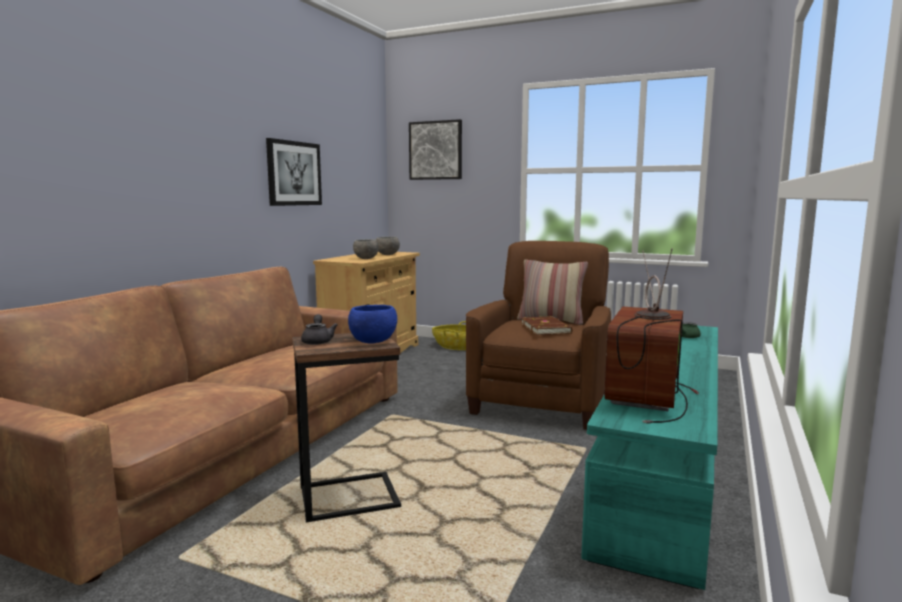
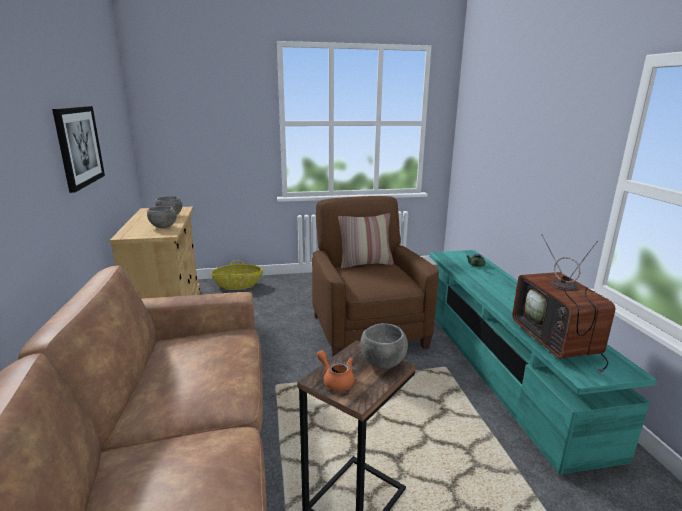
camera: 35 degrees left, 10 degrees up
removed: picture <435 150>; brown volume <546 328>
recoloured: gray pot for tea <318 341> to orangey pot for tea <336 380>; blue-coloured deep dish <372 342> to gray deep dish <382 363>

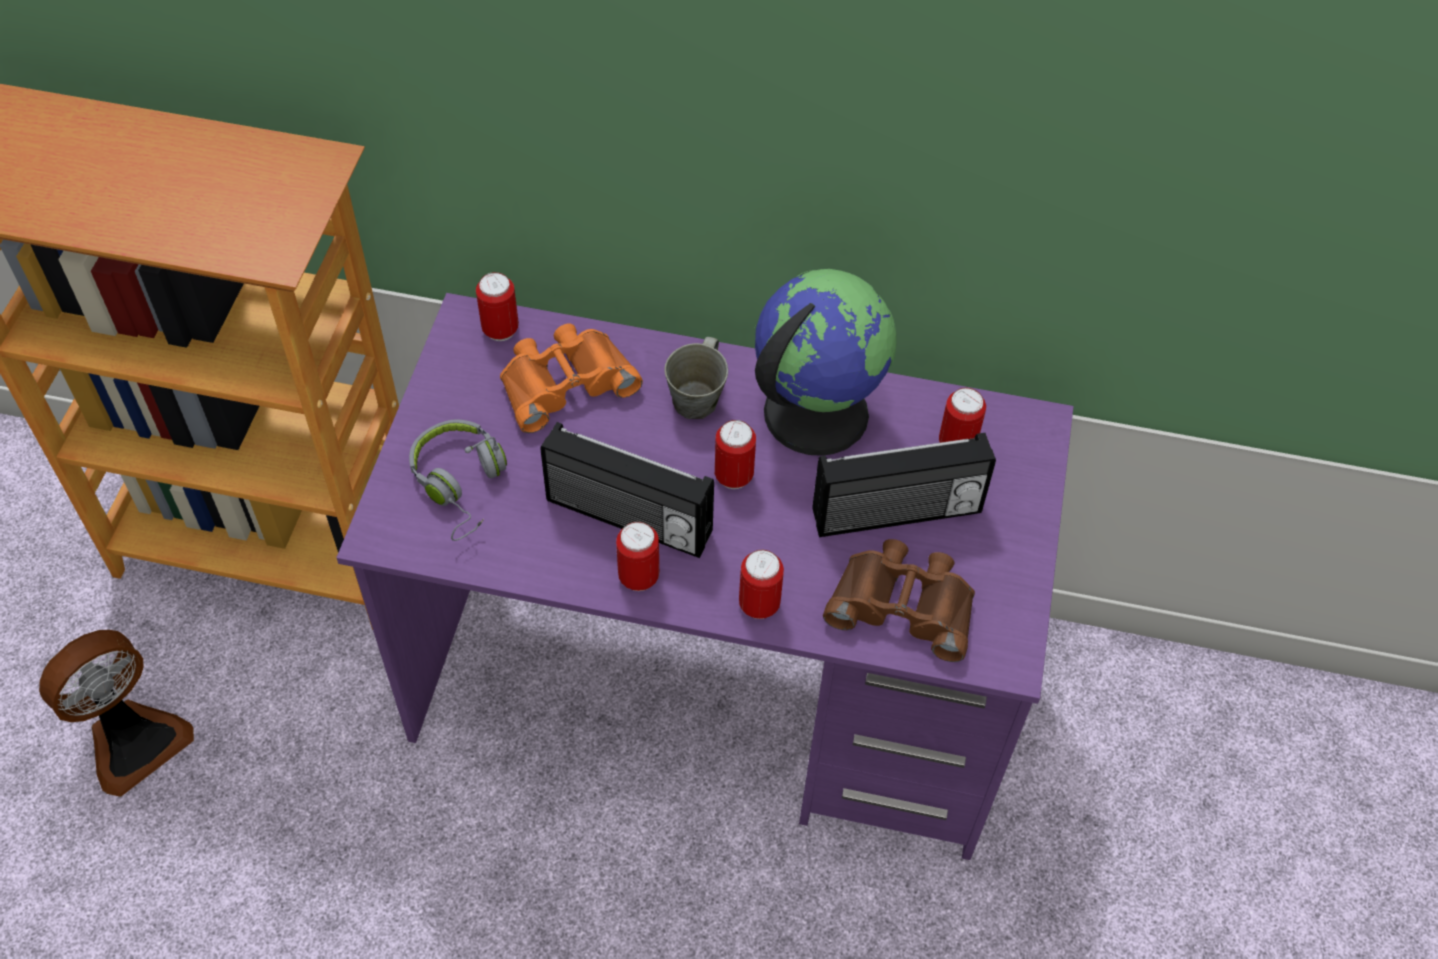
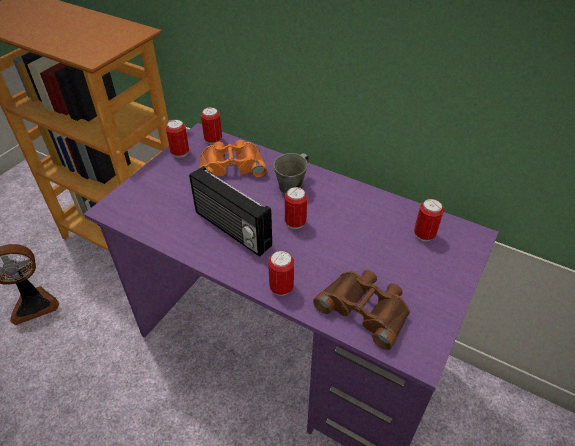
camera: 20 degrees right, 10 degrees down
removed: gray headset <462 484>; world globe <814 411>; radio <897 514>
moved: sealed can <638 577> to <180 153>

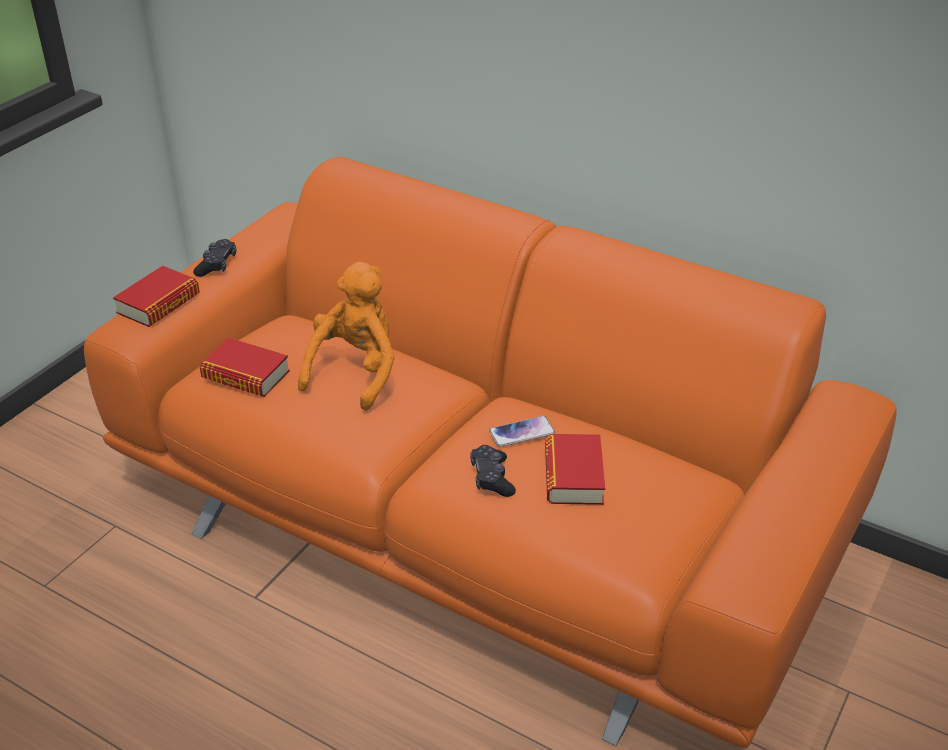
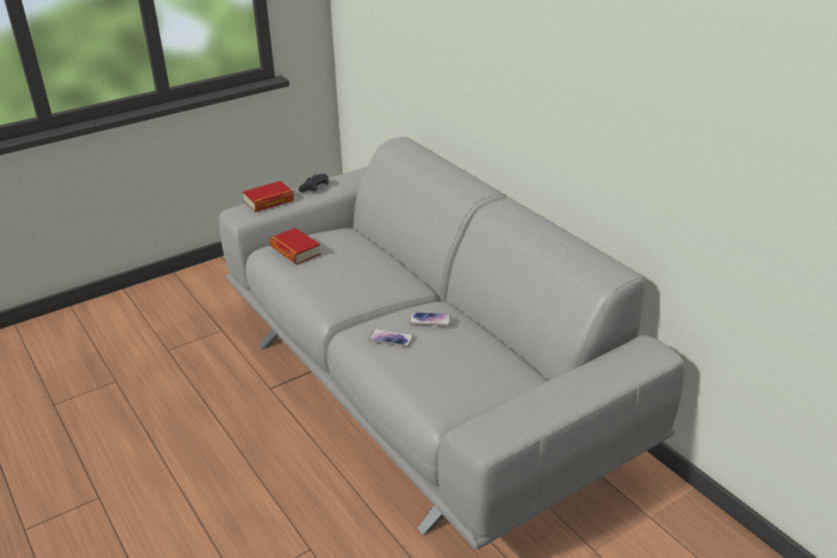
camera: 25 degrees right, 5 degrees down
removed: orangey cuddly toy <355 371>; volume <573 476>
replaced: black game controller <492 478> to handset <391 338>
recoloured: orangey settee <477 525> to gray settee <423 387>

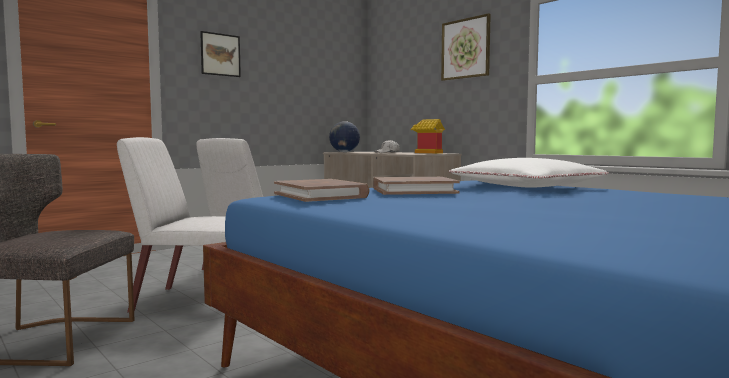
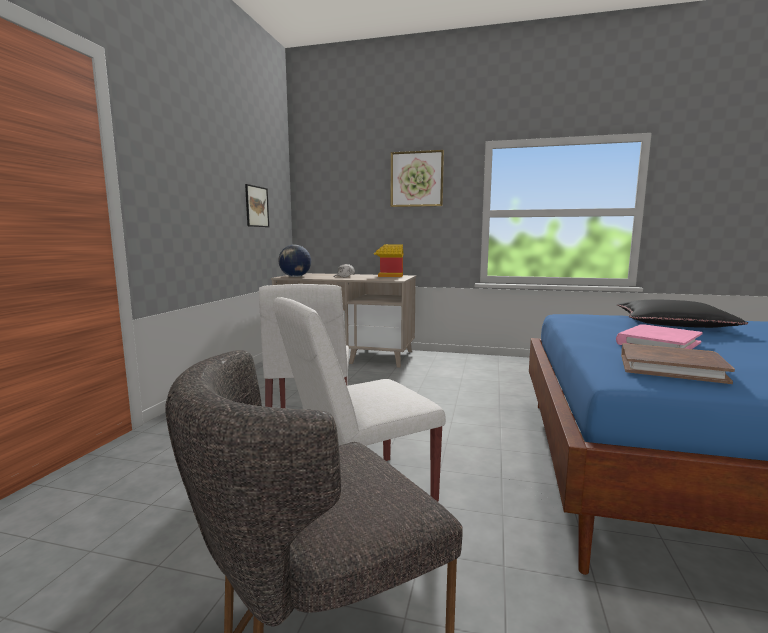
camera: 35 degrees left, 5 degrees up
moved: picture <220 54> to <257 206>
recoloured: brown volume <414 190> to pink-coloured volume <658 343>; whitish throw pillow <526 186> to black throw pillow <673 324>

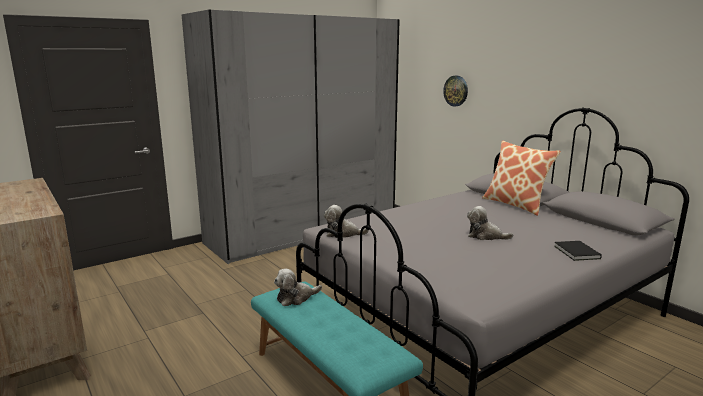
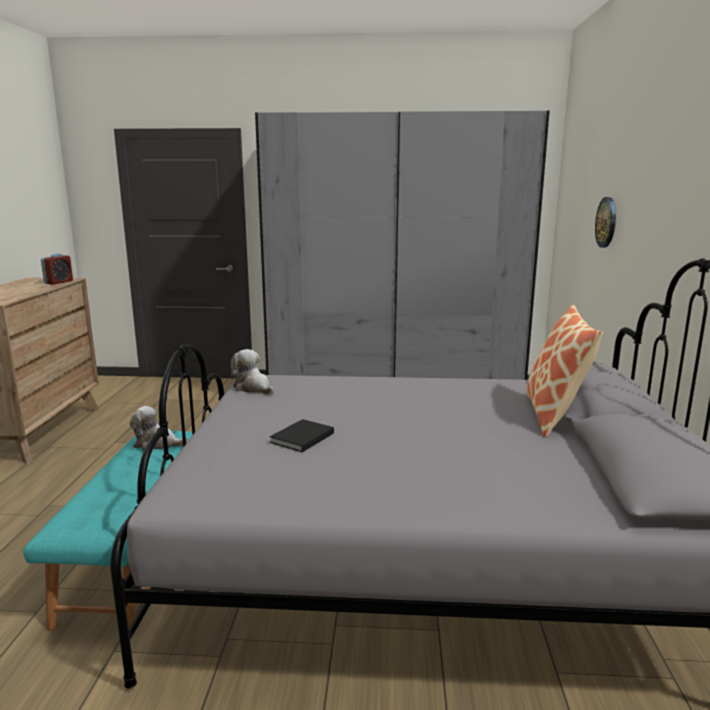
camera: 40 degrees right, 0 degrees up
removed: cuddly toy <485 236>
added: alarm clock <58 282>
moved: black volume <576 253> to <300 438>

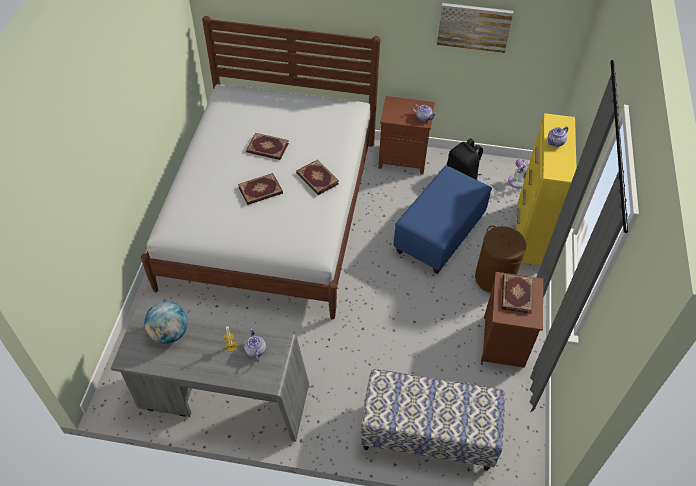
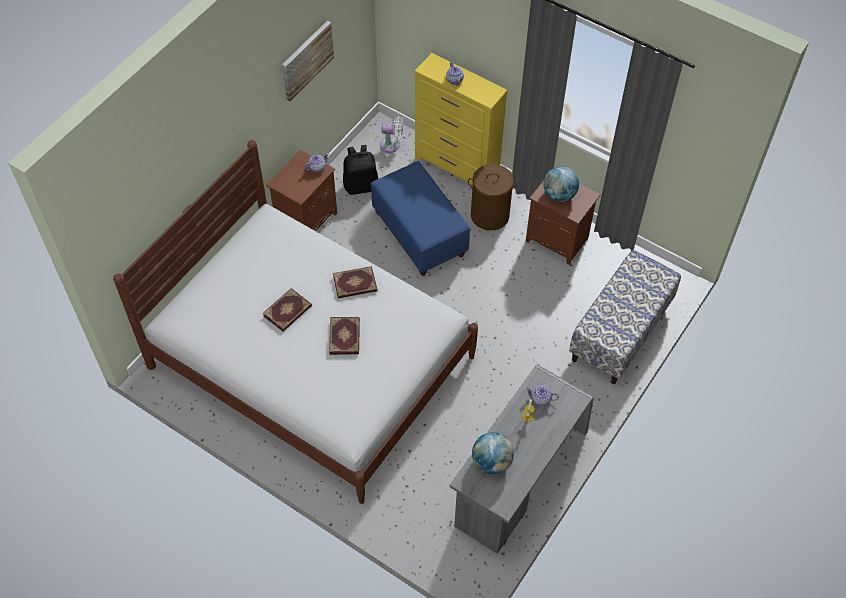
camera: 65 degrees left, 5 degrees up
replaced: volume <516 294> to world globe <559 195>

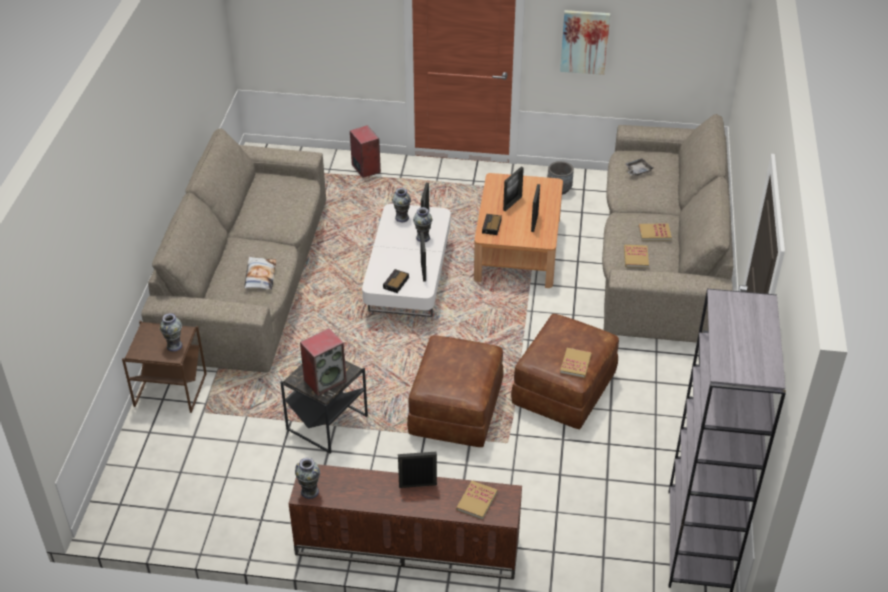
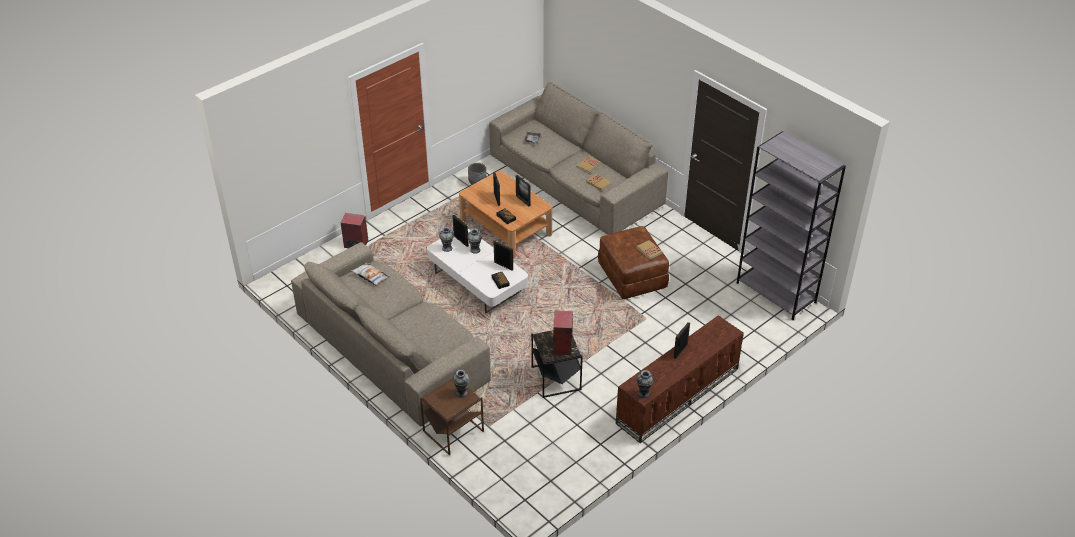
camera: 50 degrees left, 0 degrees up
removed: brown footrest <456 411>; volume <476 501>; picture <584 41>
moved: throw pillow <260 276> to <370 276>

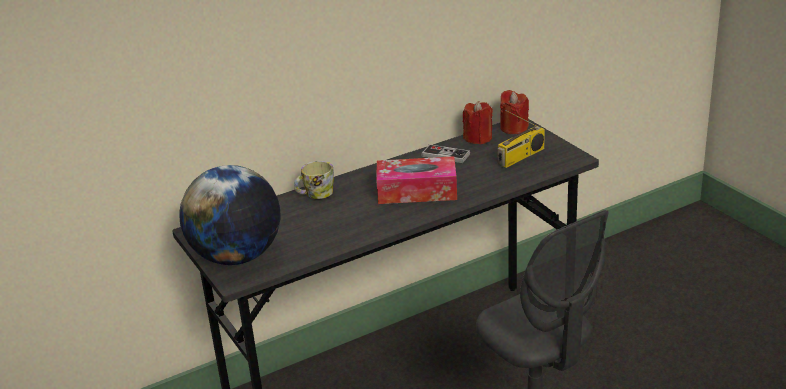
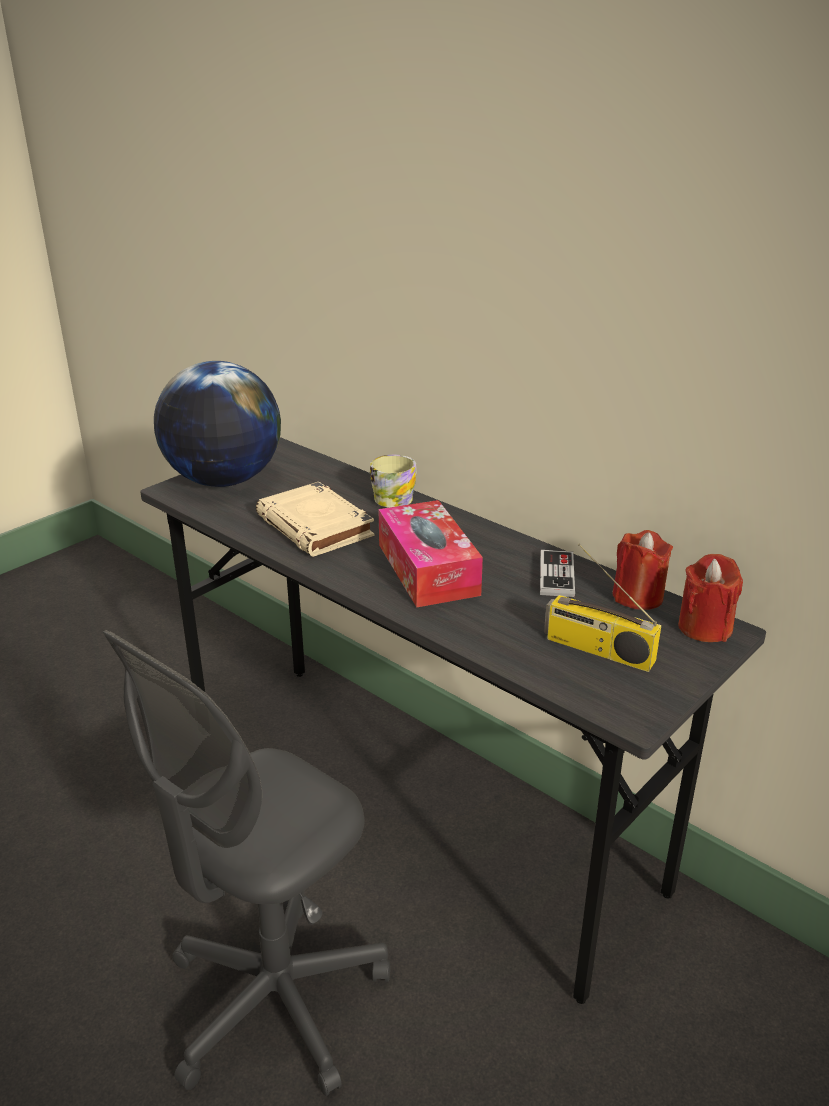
camera: 70 degrees right, 0 degrees up
added: beige volume <316 527>

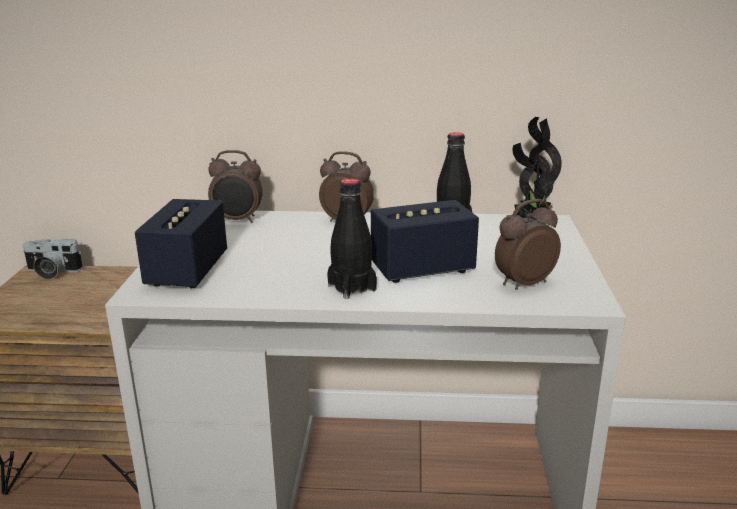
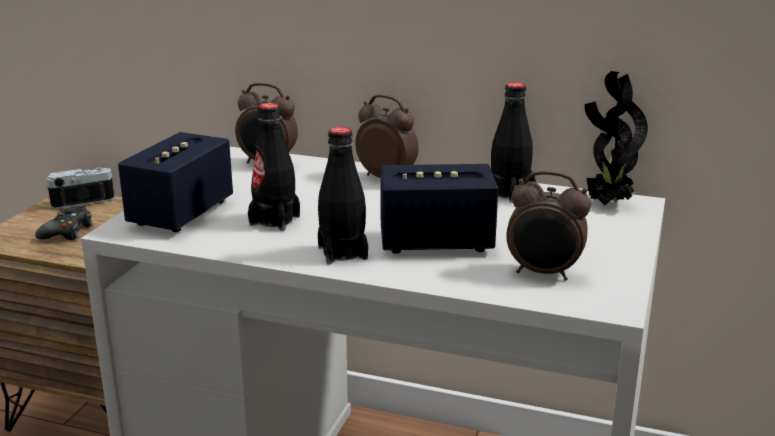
camera: 15 degrees right, 0 degrees up
added: black game controller <67 232>; black bottle <274 220>
turned: still camera <51 272> = <82 200> 135 degrees clockwise; alarm clock <523 283> = <544 273> 150 degrees counterclockwise

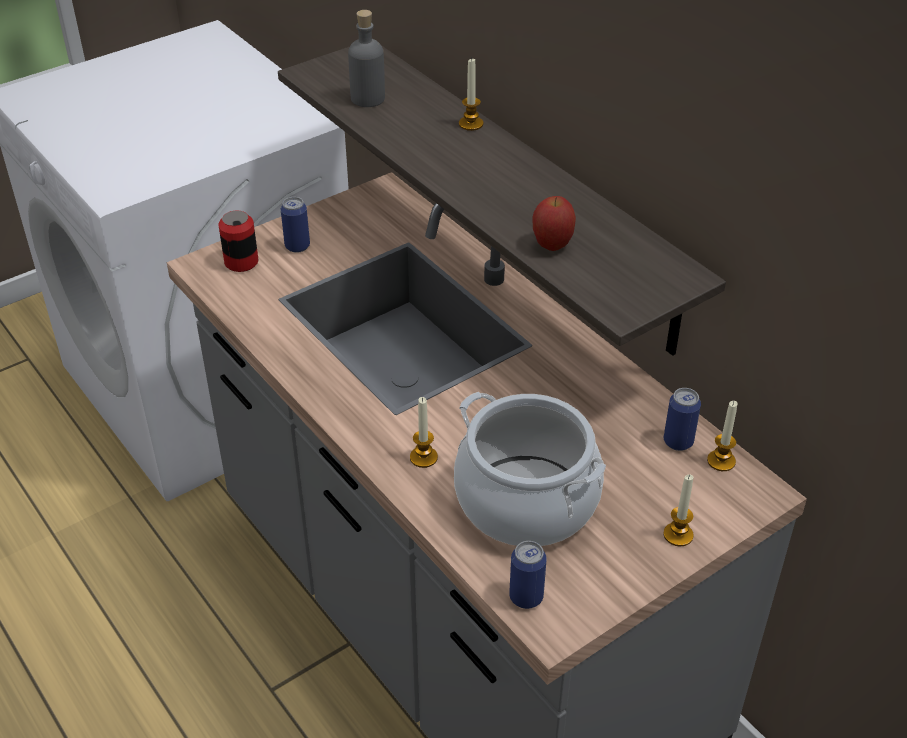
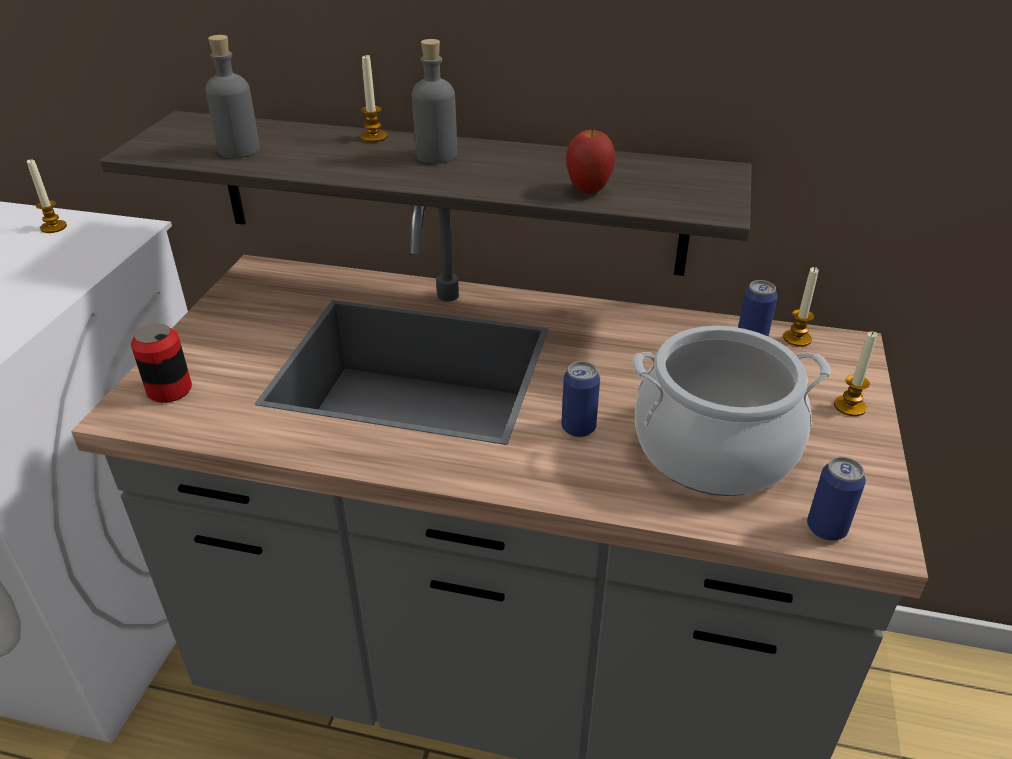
camera: 40 degrees left, 5 degrees down
added: gray bottle <436 155>
moved: sealed can <297 246> to <578 428>; candle <423 457> to <53 227>

